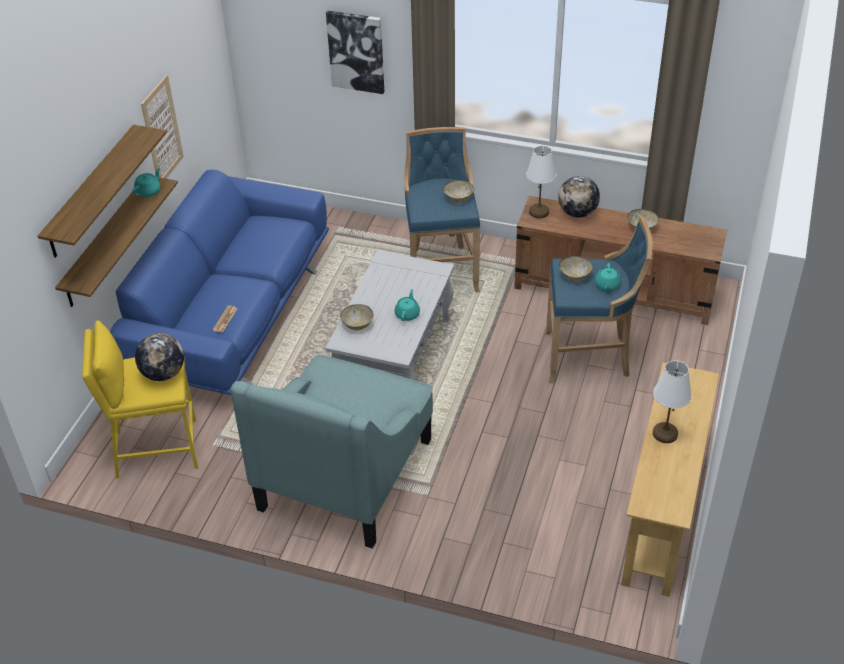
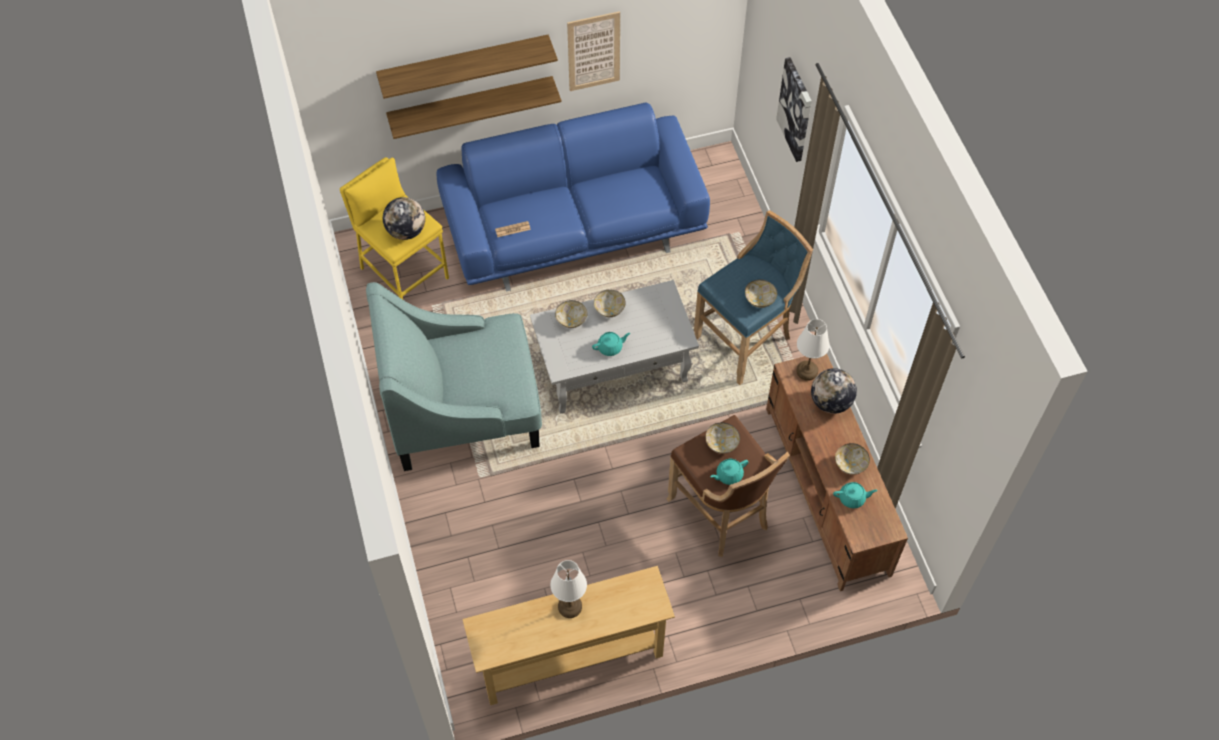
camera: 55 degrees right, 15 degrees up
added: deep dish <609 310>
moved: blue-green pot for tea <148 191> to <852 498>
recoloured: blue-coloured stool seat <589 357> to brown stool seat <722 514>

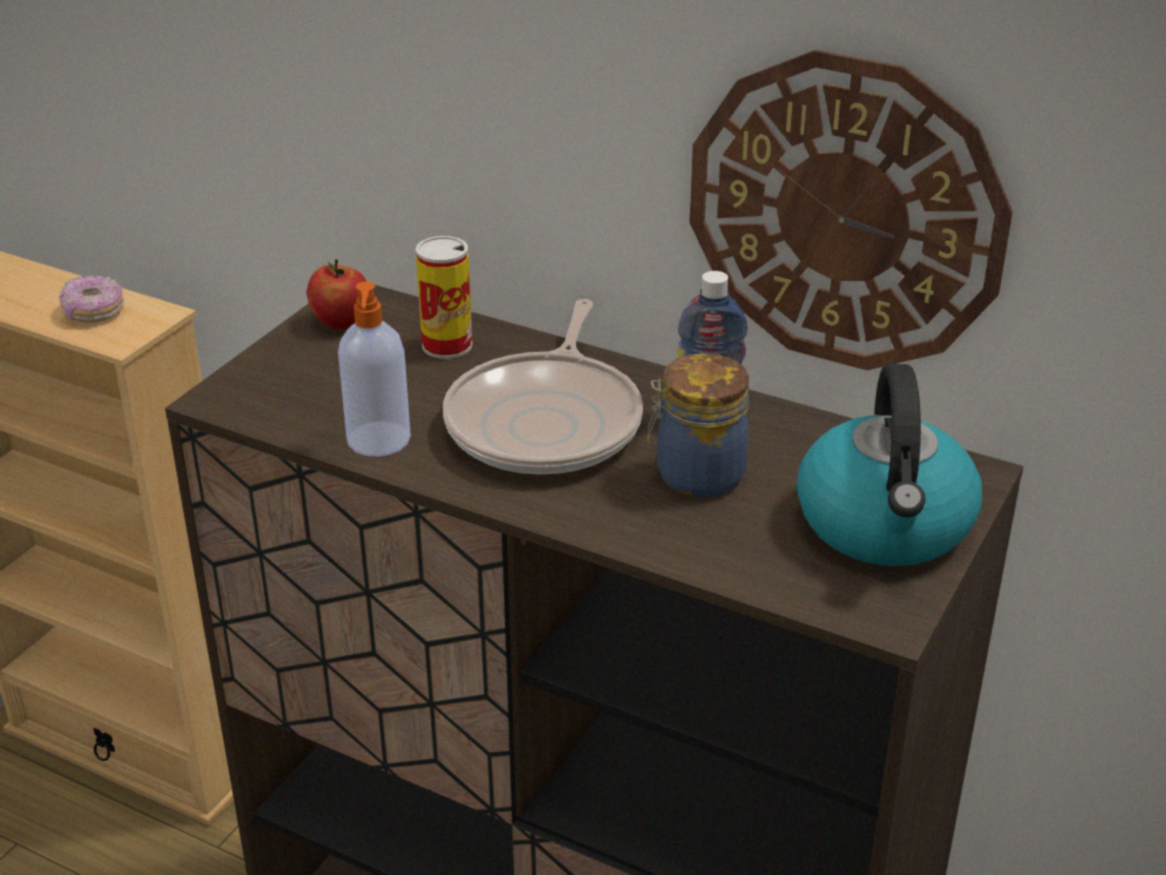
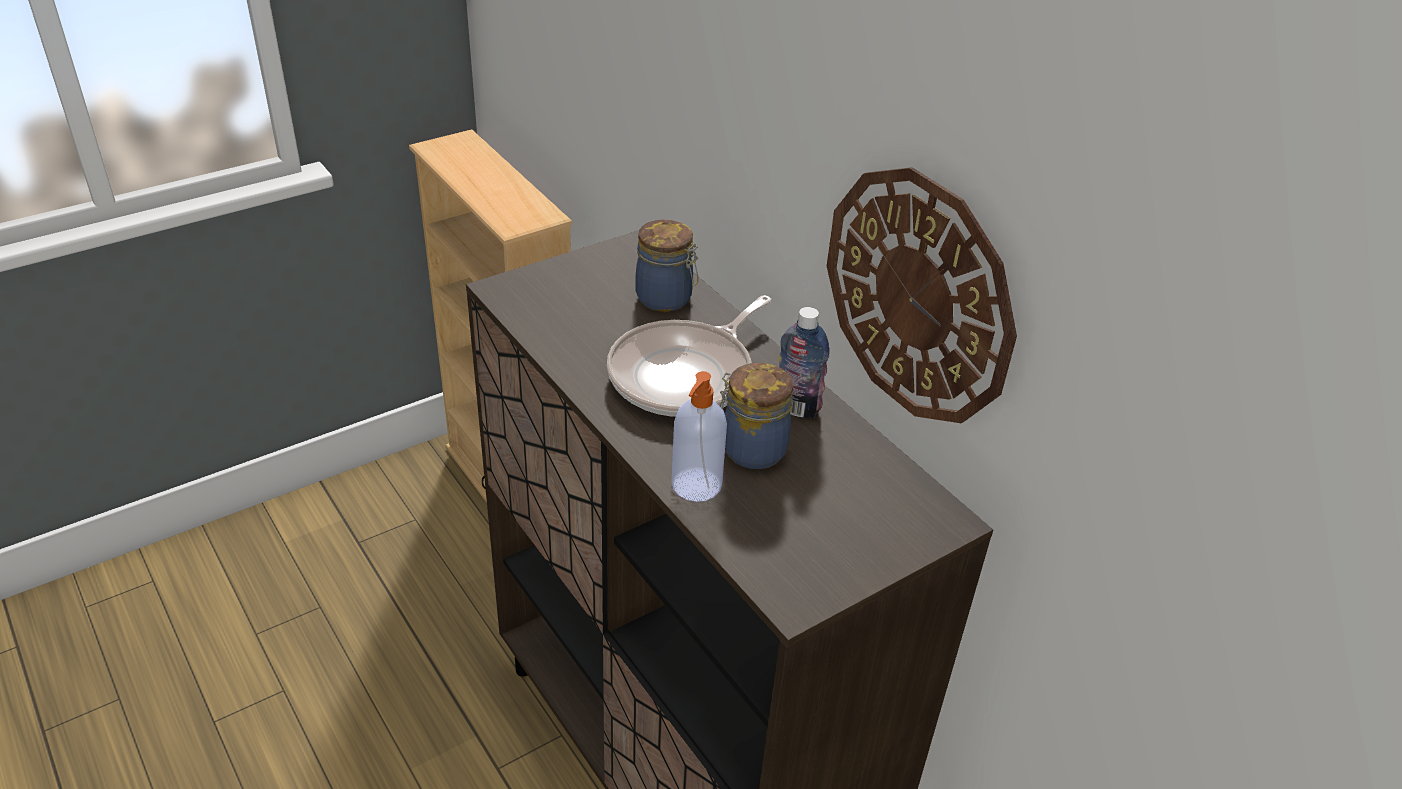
camera: 25 degrees right, 5 degrees up
removed: ring doughnut <93 312>; apple fruit <341 322>; water kettle <885 525>
moved: soap bottle <378 441> to <695 486>
replaced: sealed can <447 345> to storage jar <666 299>

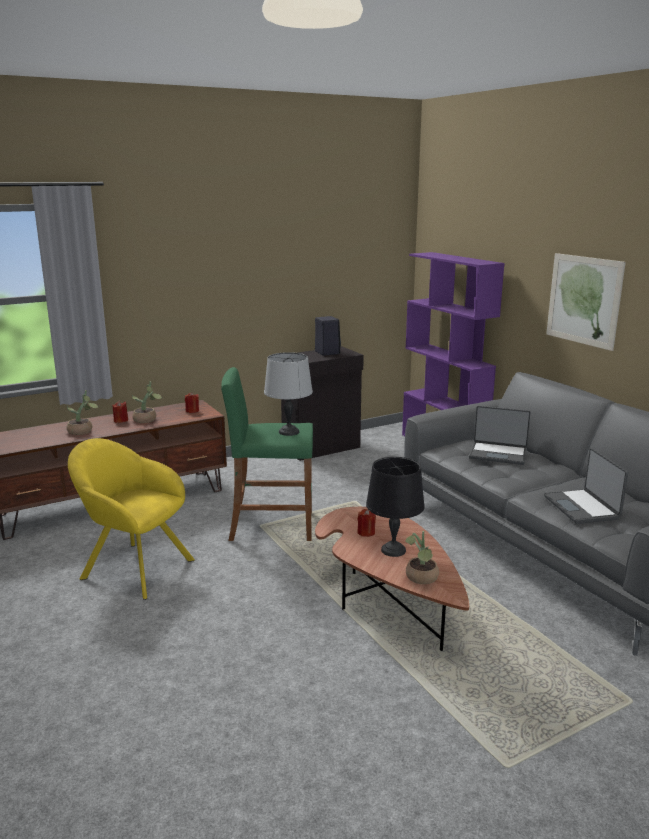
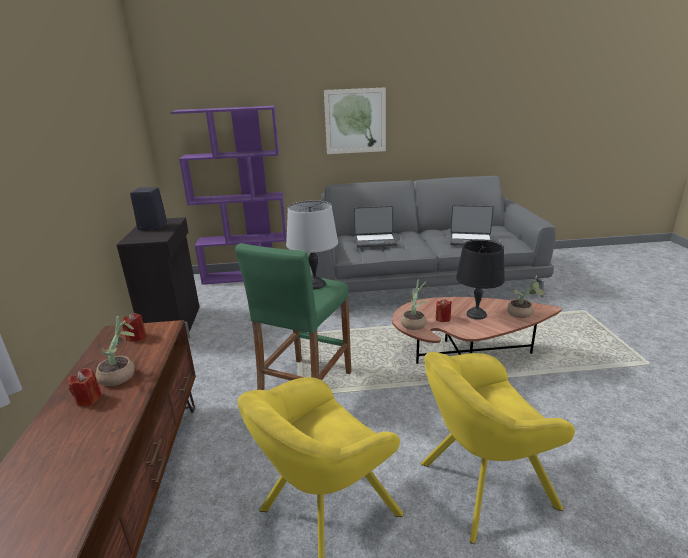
camera: 65 degrees left, 5 degrees up
added: yellow easy chair <480 486>
moved: houseplant <83 431> to <414 323>
turned: portable computer <498 454> = <375 241> 45 degrees clockwise

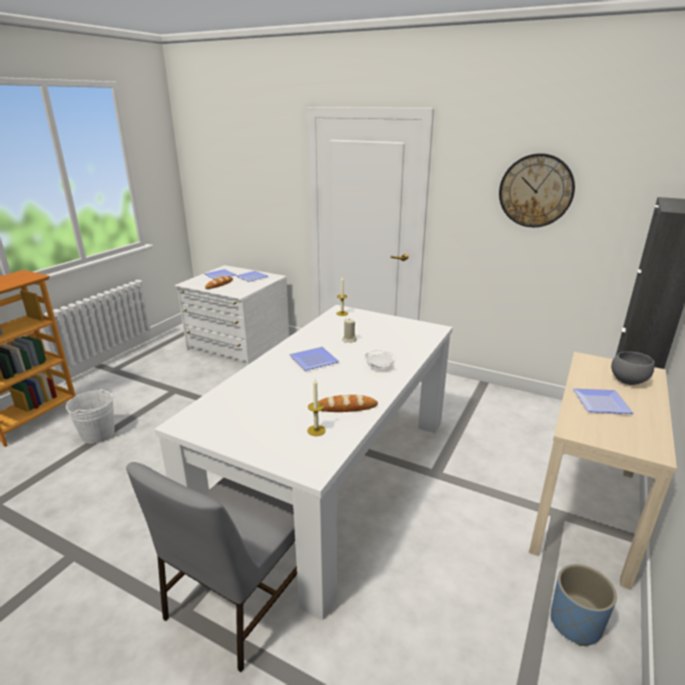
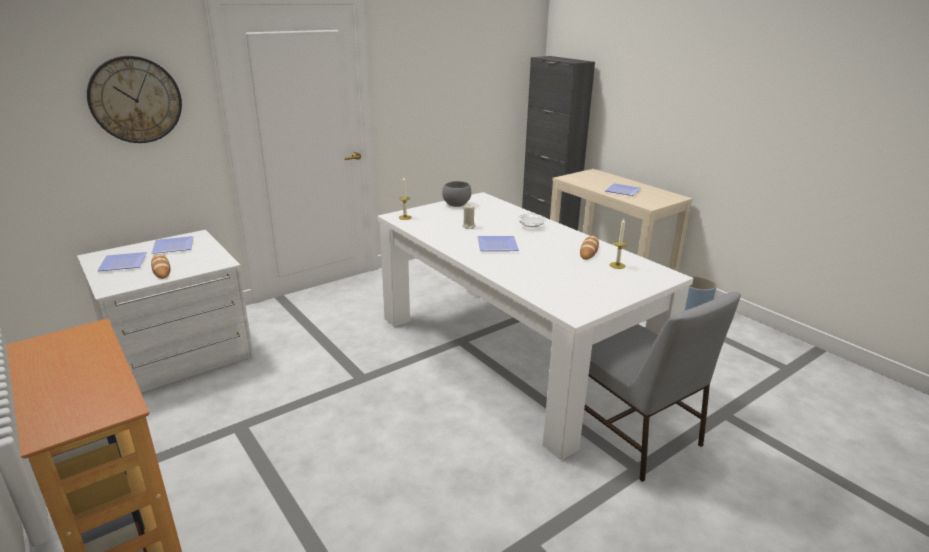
camera: 65 degrees left, 0 degrees up
removed: whitish pail <98 434>
moved: hanging clock <536 191> to <135 100>; gray deep dish <627 381> to <455 205>

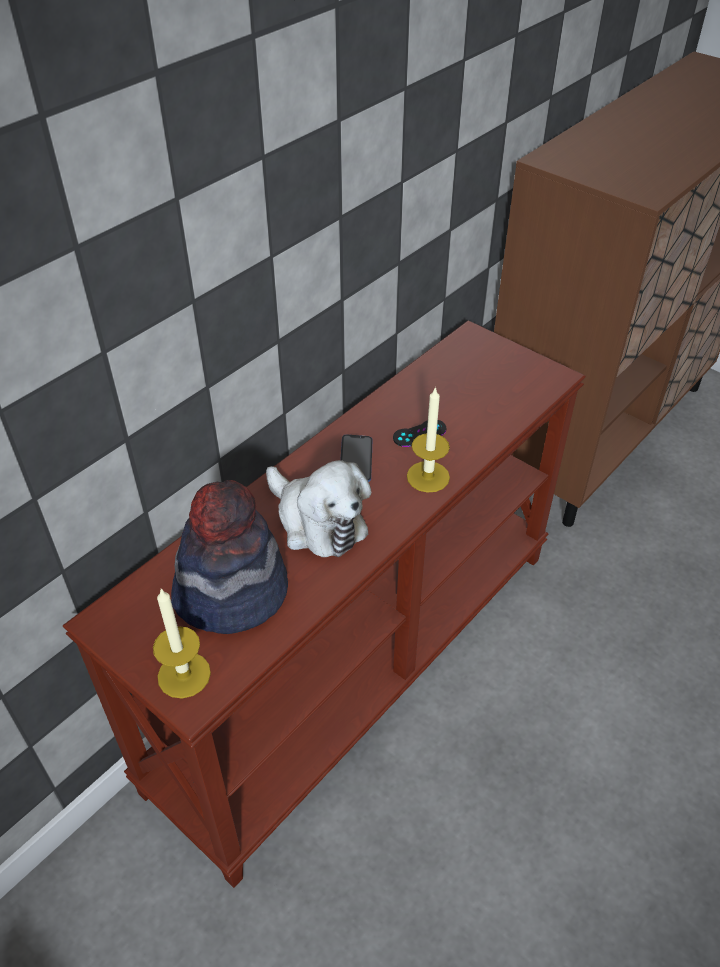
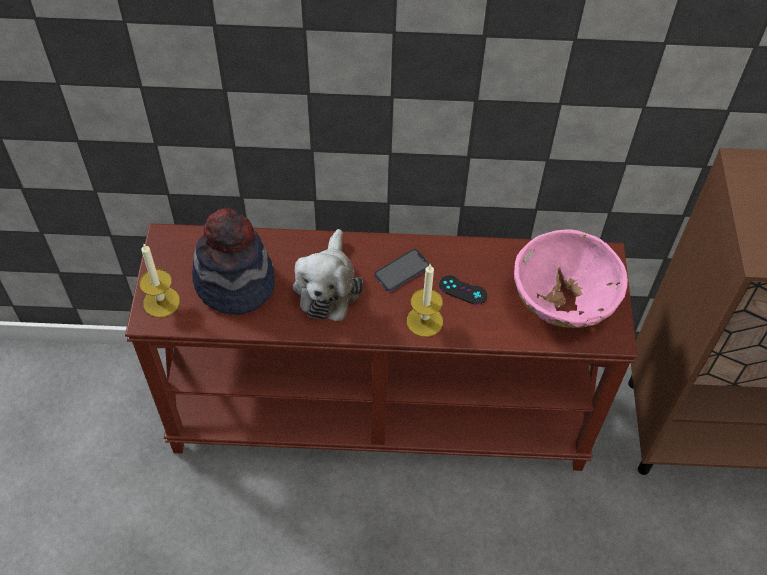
camera: 50 degrees right, 10 degrees up
added: pink-coloured deep dish <562 303>

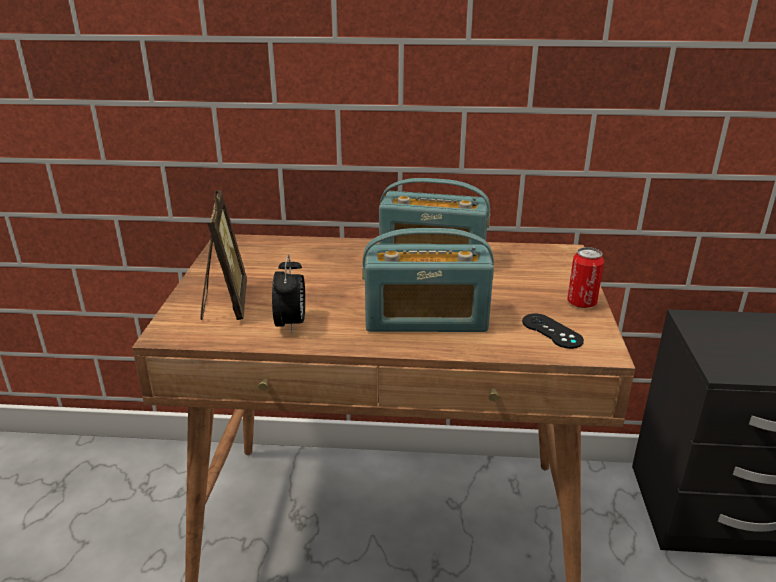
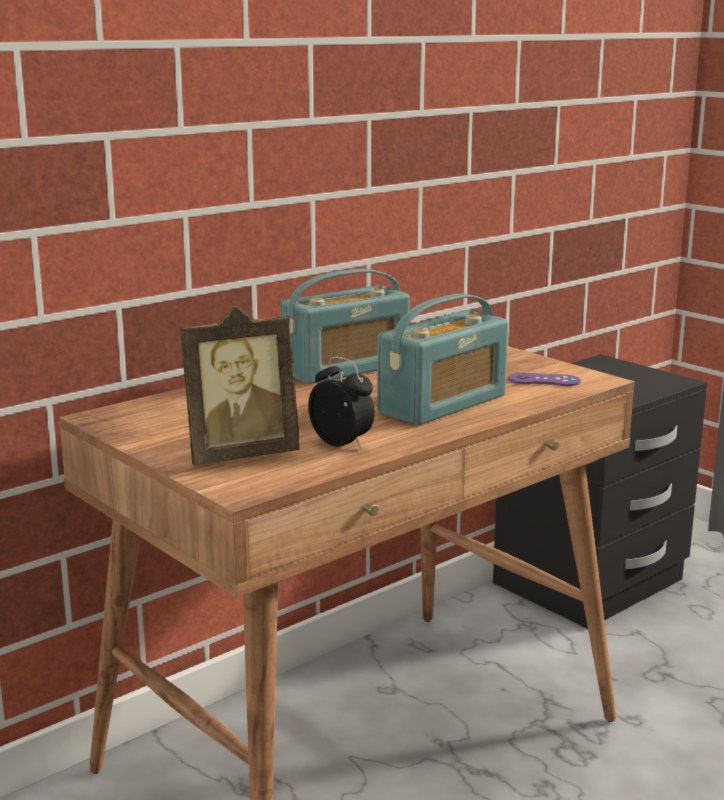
camera: 45 degrees left, 10 degrees down
removed: sealed can <581 303>
recoloured: black game controller <552 331> to purplish game controller <544 380>
turned: picture frame <225 304> = <240 455> 120 degrees clockwise

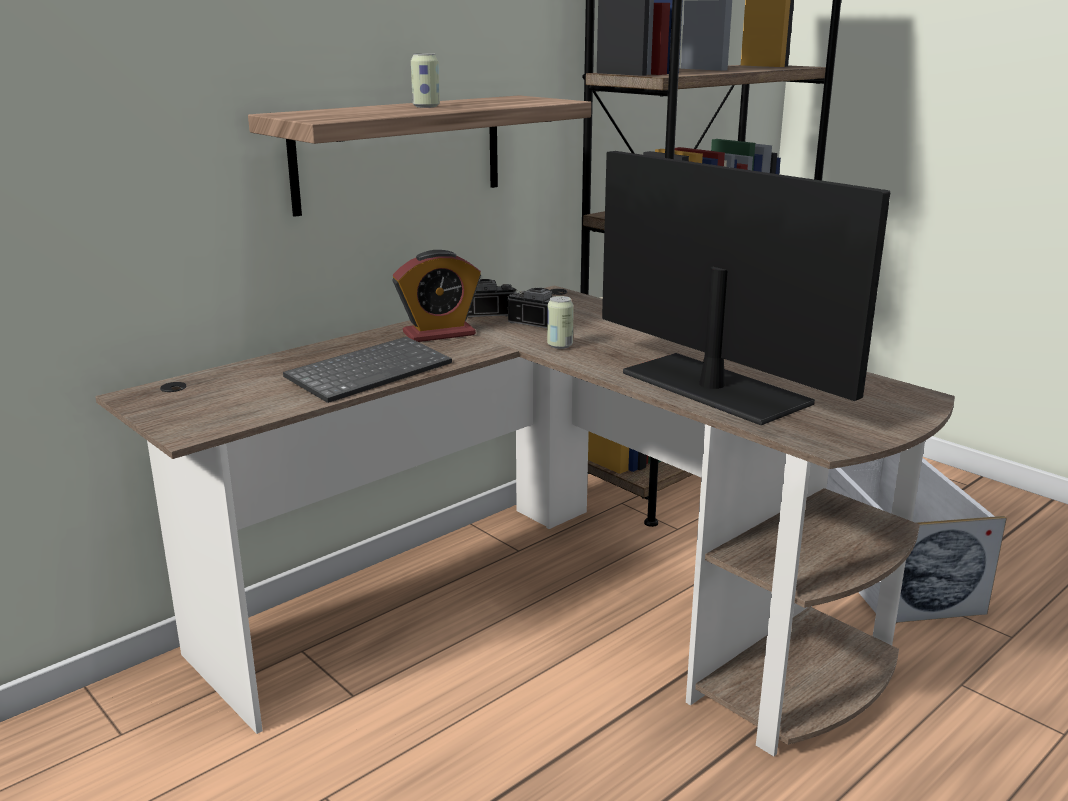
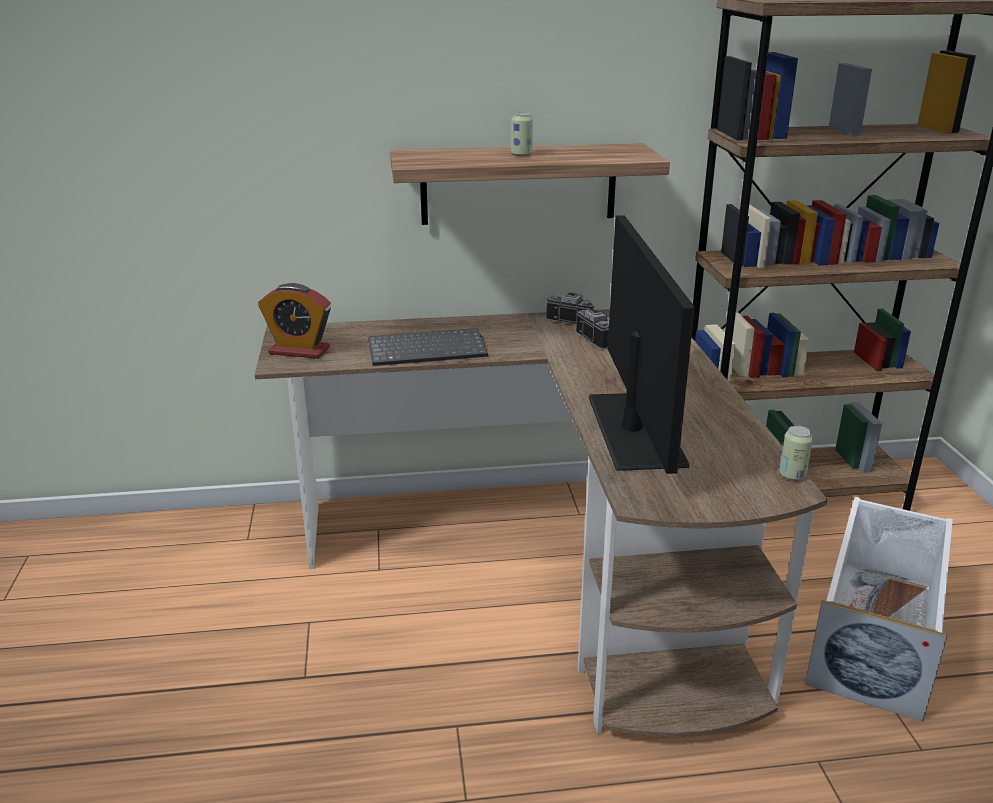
camera: 35 degrees right, 5 degrees up
moved: alarm clock <439 334> to <299 351>; sealed can <560 345> to <792 475>

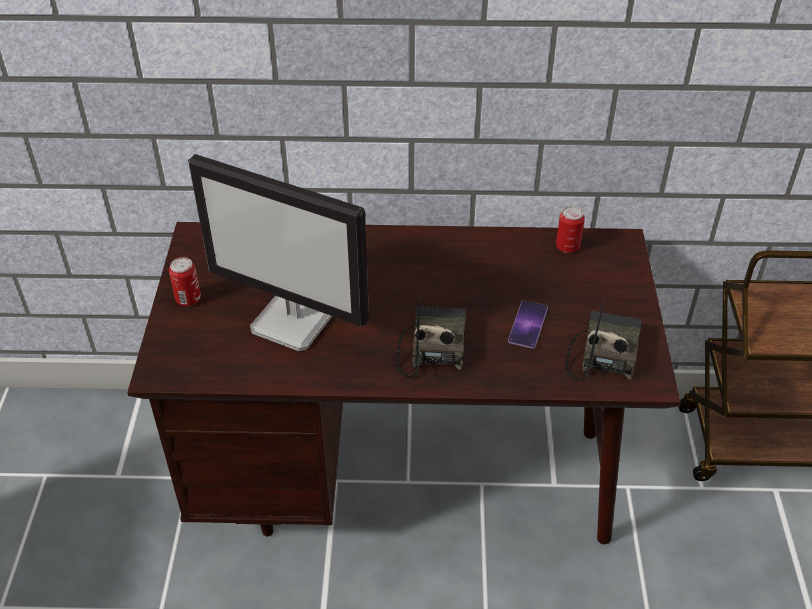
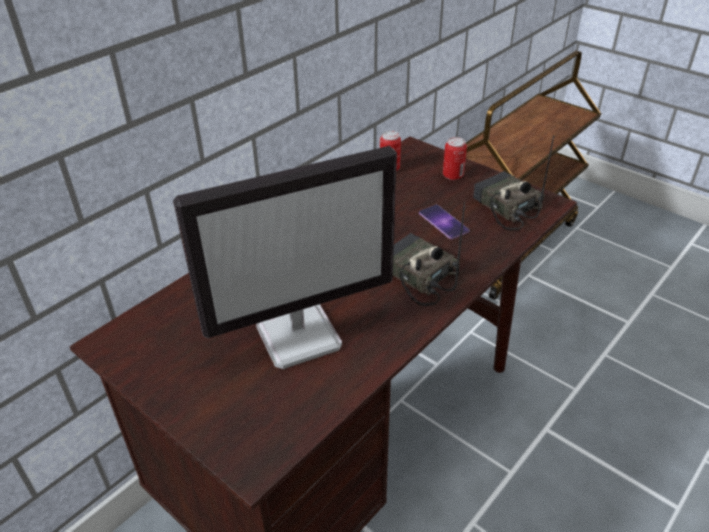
camera: 50 degrees left, 5 degrees down
moved: sealed can <188 299> to <453 175>

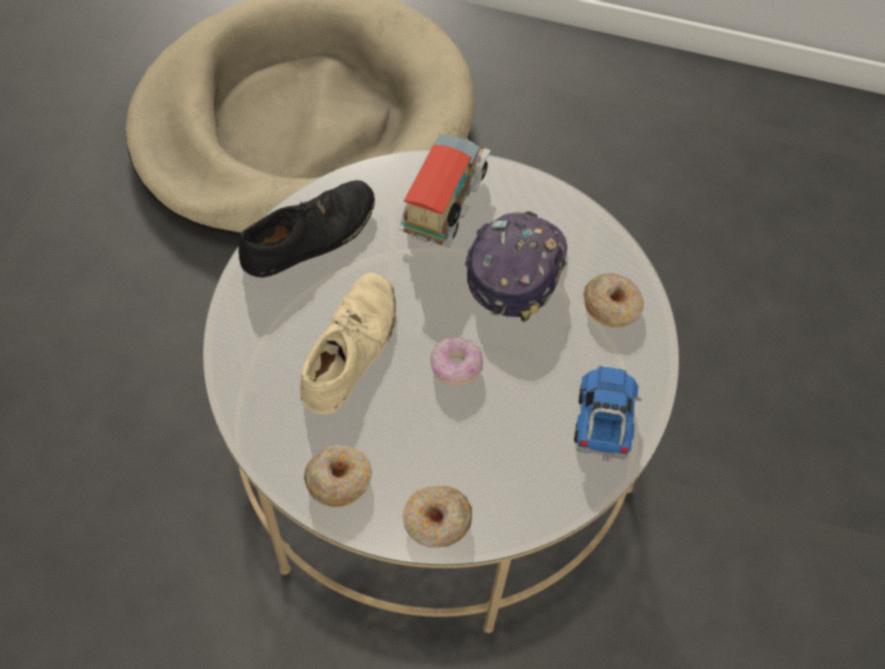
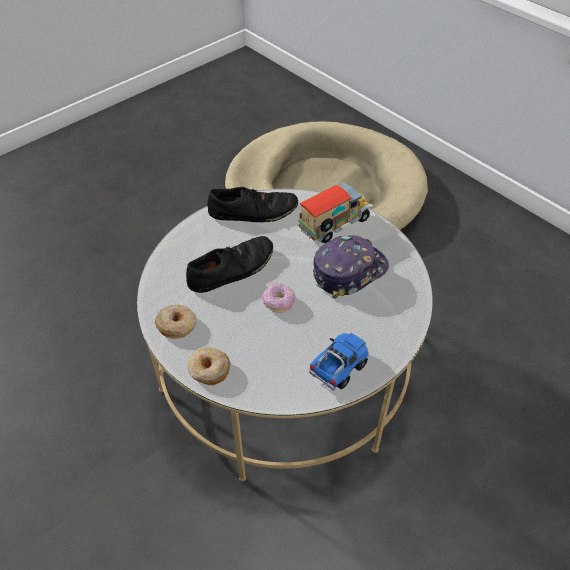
camera: 35 degrees right, 10 degrees down
removed: ring doughnut <612 306>
recoloured: beige shoe <350 349> to black shoe <231 269>

